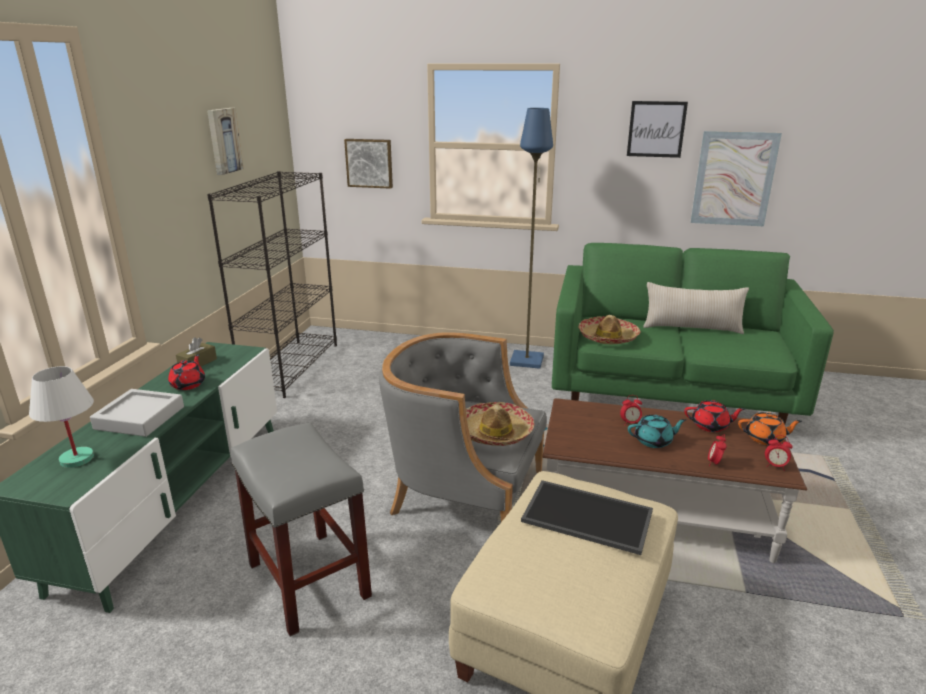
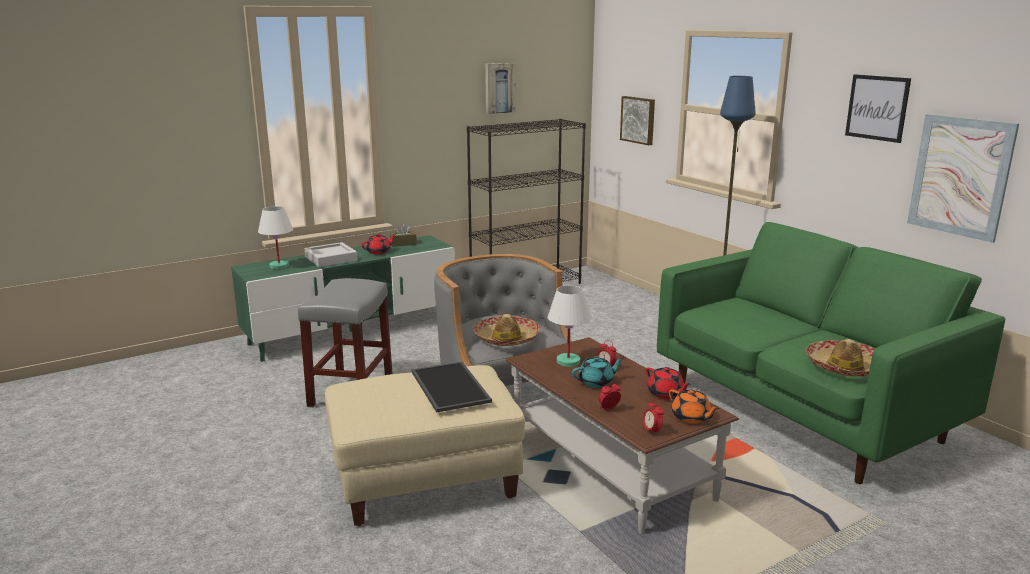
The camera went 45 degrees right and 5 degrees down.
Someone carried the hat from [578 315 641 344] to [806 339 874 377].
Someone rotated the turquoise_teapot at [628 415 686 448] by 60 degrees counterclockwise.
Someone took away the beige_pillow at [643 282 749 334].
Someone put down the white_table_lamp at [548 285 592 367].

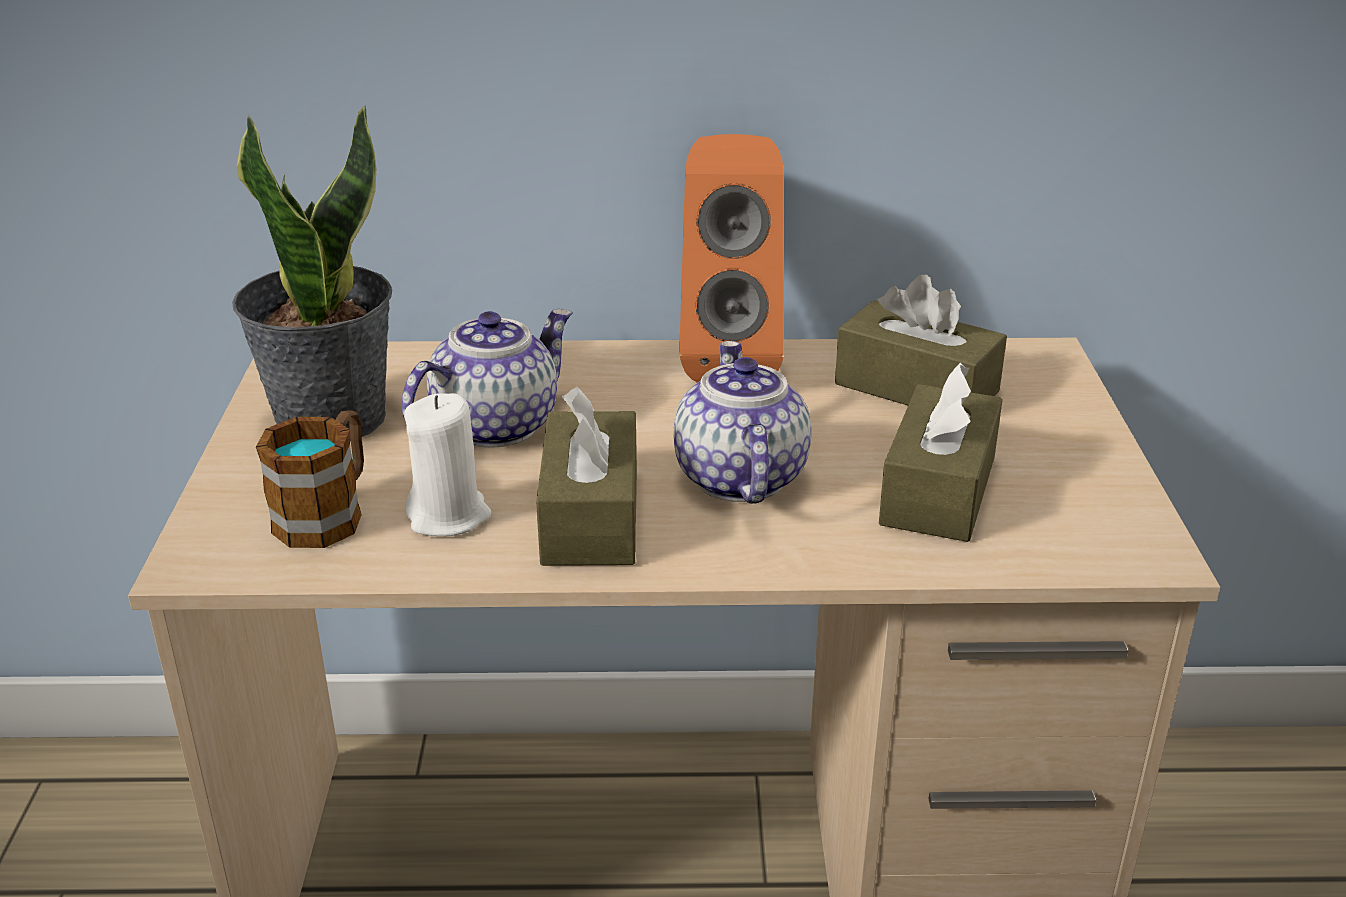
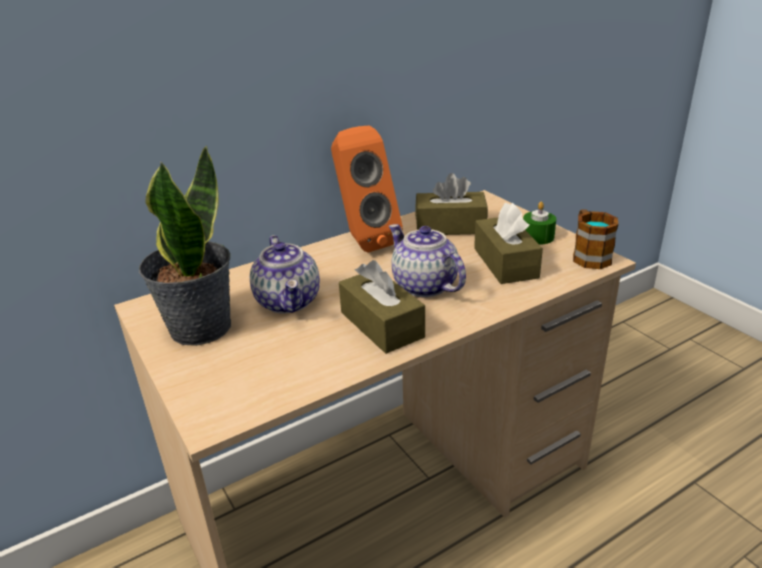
The camera went 30 degrees left and 0 degrees up.
Someone carried the mug from [256 410 364 548] to [573 209 619 269].
Someone rotated the teapot at [402 309 573 447] by 150 degrees clockwise.
Someone took away the white_candle at [404 393 491 536].
Someone put down the green_candle at [523 202 556 245].

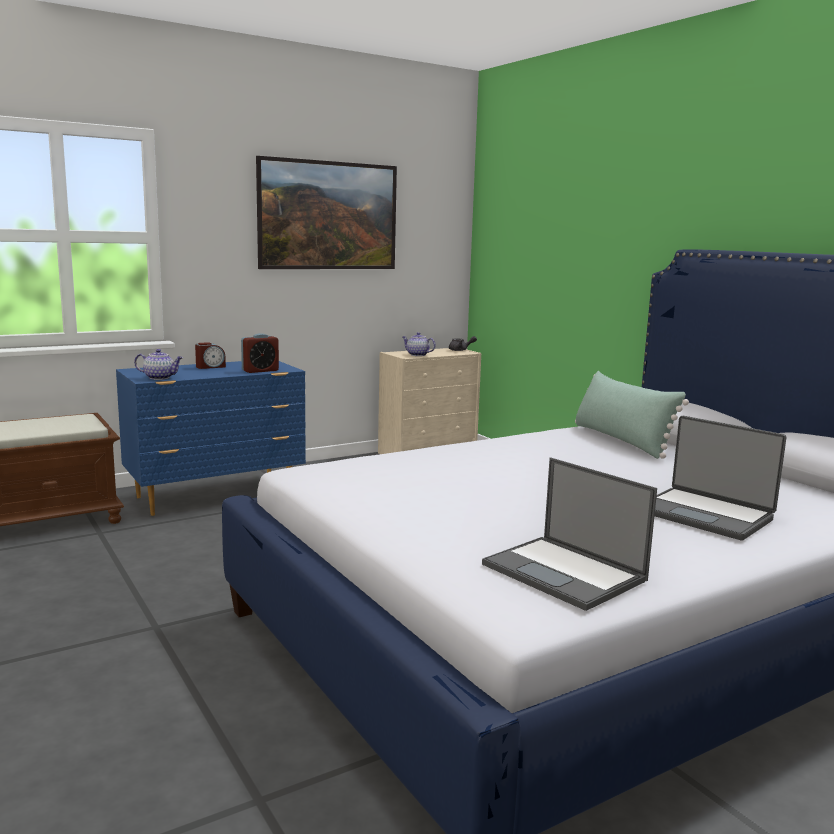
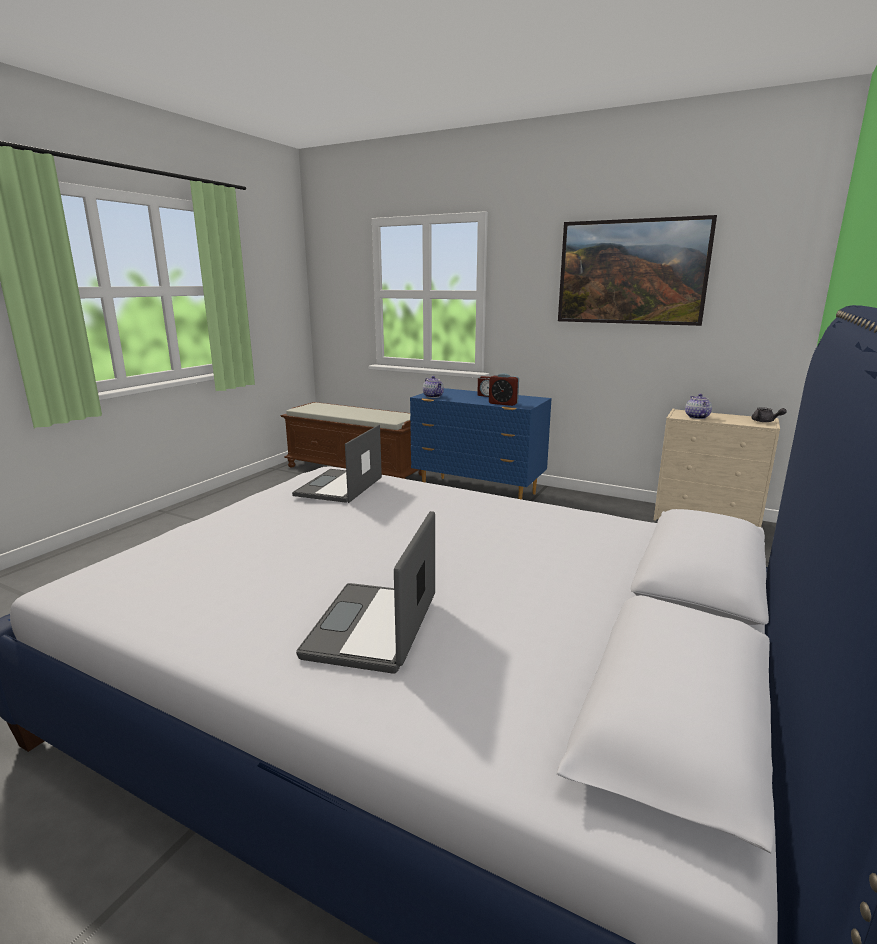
The camera went 60 degrees right and 5 degrees up.
Someone carried the laptop from [482 457 657 611] to [292 425 382 503].
Someone took away the green_pillow at [575 371 689 459].

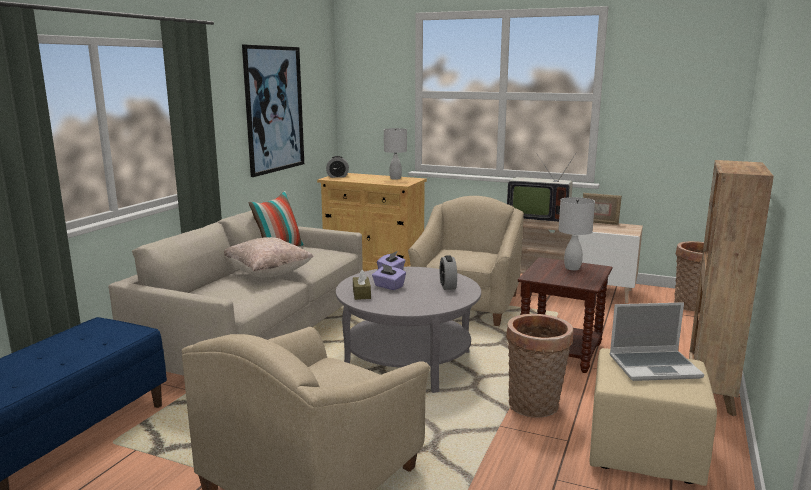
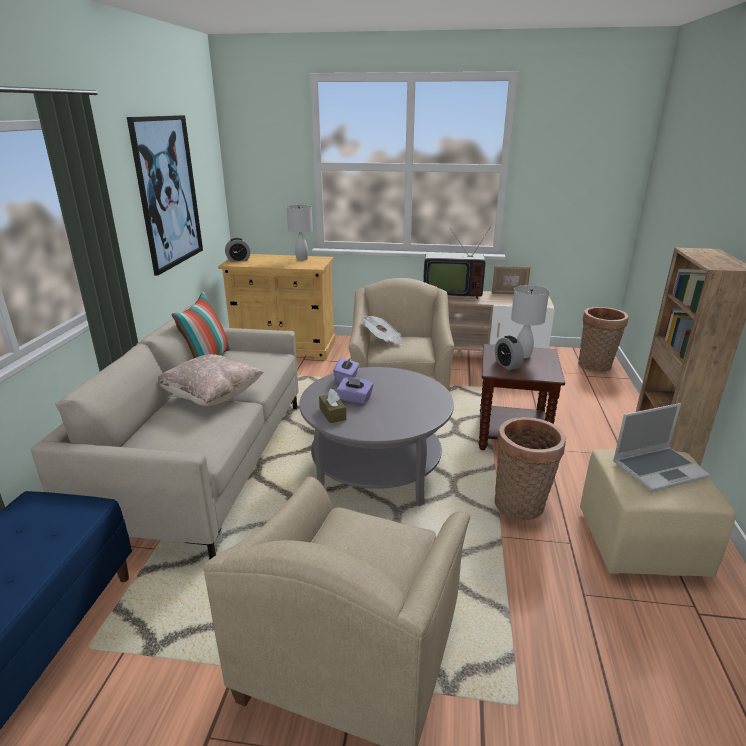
The camera went 15 degrees left and 10 degrees up.
Someone carried the alarm_clock from [440 255 457 290] to [495 336 524 370].
Someone put down the newspaper at [363 315 402 345].

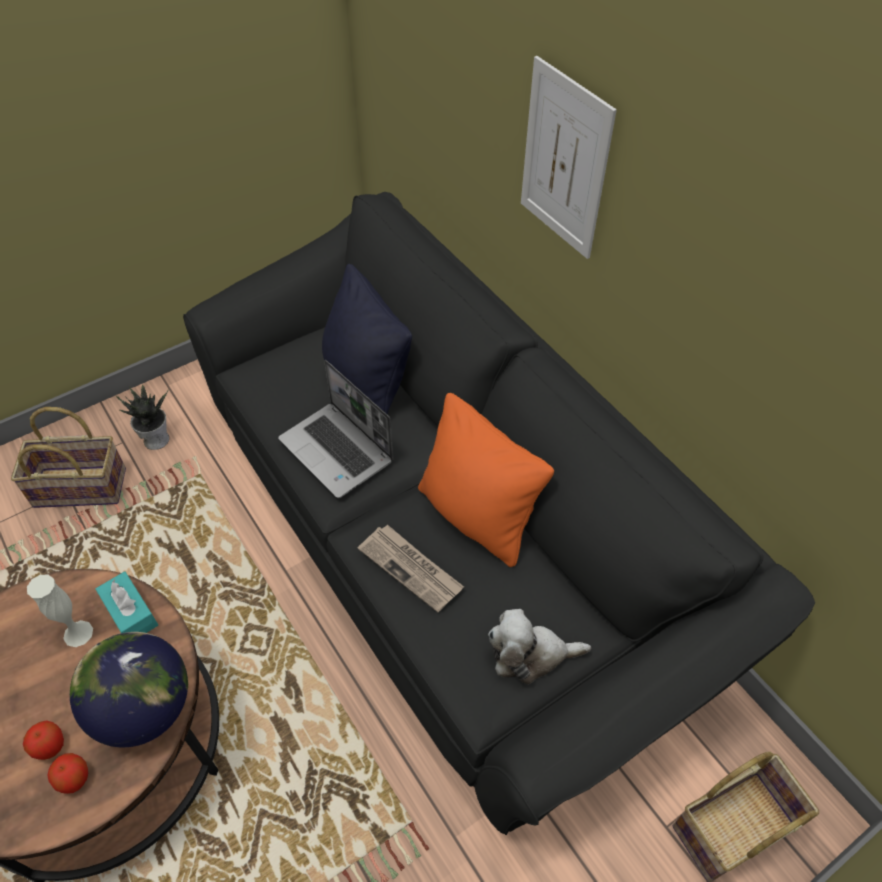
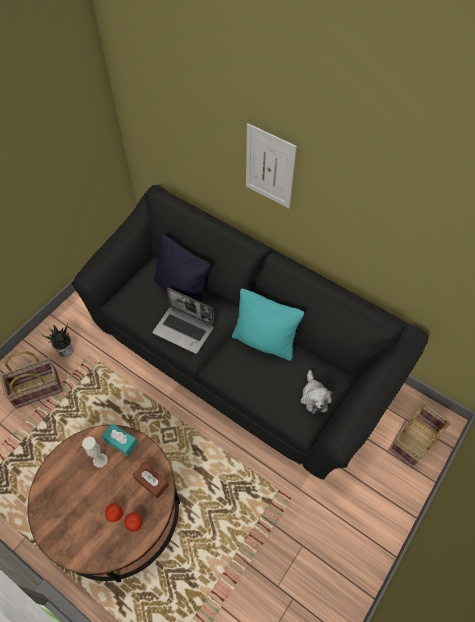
The camera went 20 degrees left and 5 degrees up.
Someone swapped the globe at [70 632 188 747] for the brown_tissue_box at [133 462 169 499].
Someone took away the newspaper at [358 525 464 612].
Someone repainted the orange_pillow at [418 393 554 567], which became the turquoise_pillow at [232 289 304 361].
Someone rotated the plush_toy at [488 609 591 684] by 75 degrees counterclockwise.

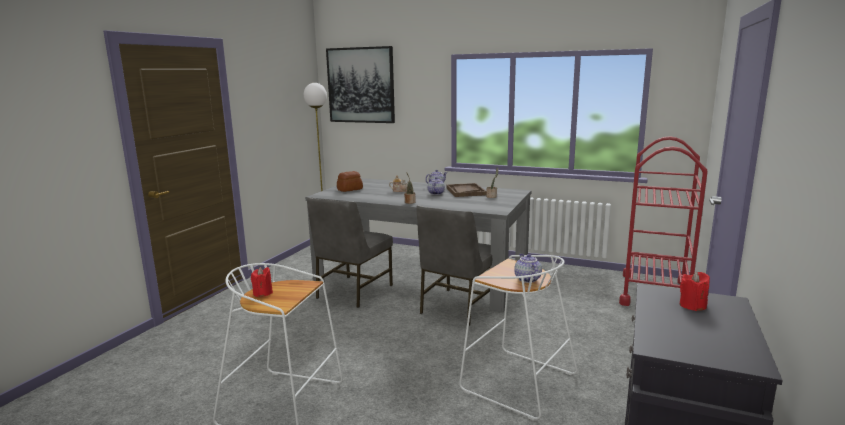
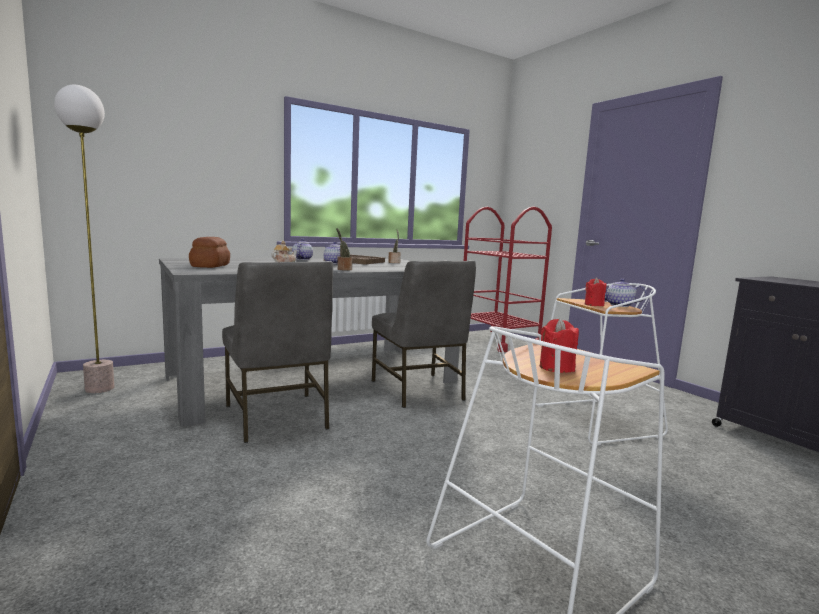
The camera went 55 degrees left and 5 degrees down.
Someone took away the picture at [326 46 395 123].
Someone carried the red_candle from [680 272 710 311] to [585 278 606 306].

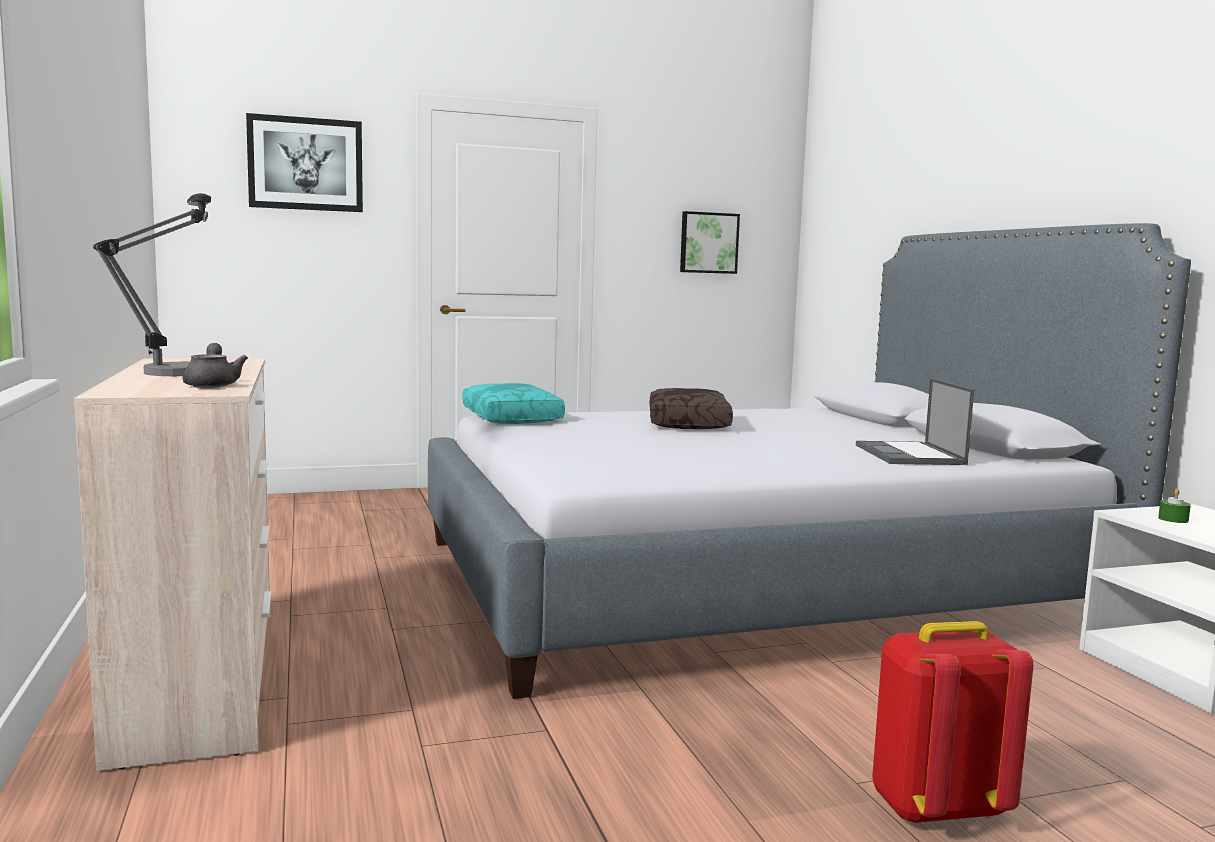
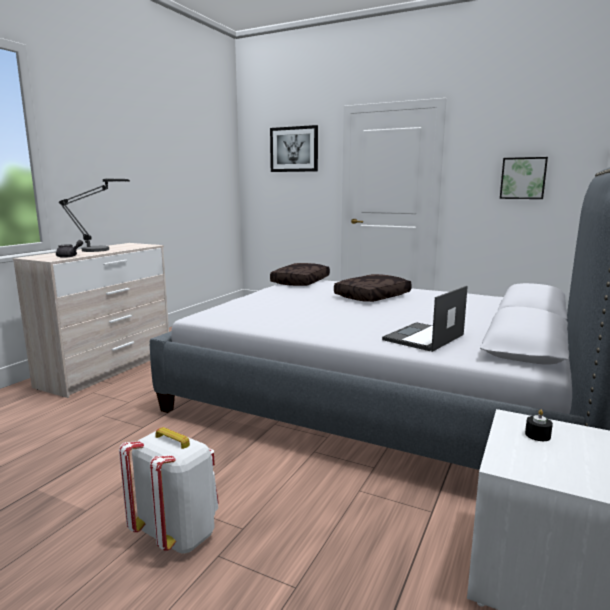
The camera went 45 degrees right and 5 degrees up.
Someone repainted the turquoise_pillow at [462 383 565 424], which became the brown_pillow at [270 263 330 286].
Someone repainted the red_backpack at [872 621 1033 825], which became the white_backpack at [119 427 219 553].
Someone repainted the green_candle at [1158 489 1191 523], which became the black_candle at [525 410 553 441].

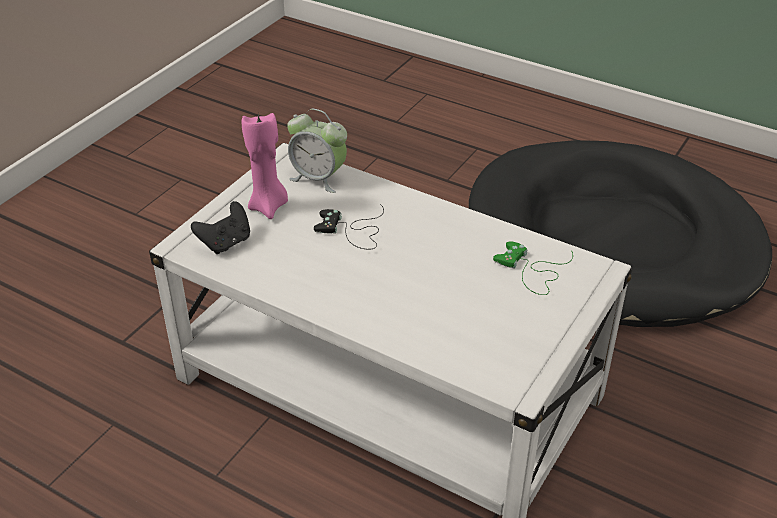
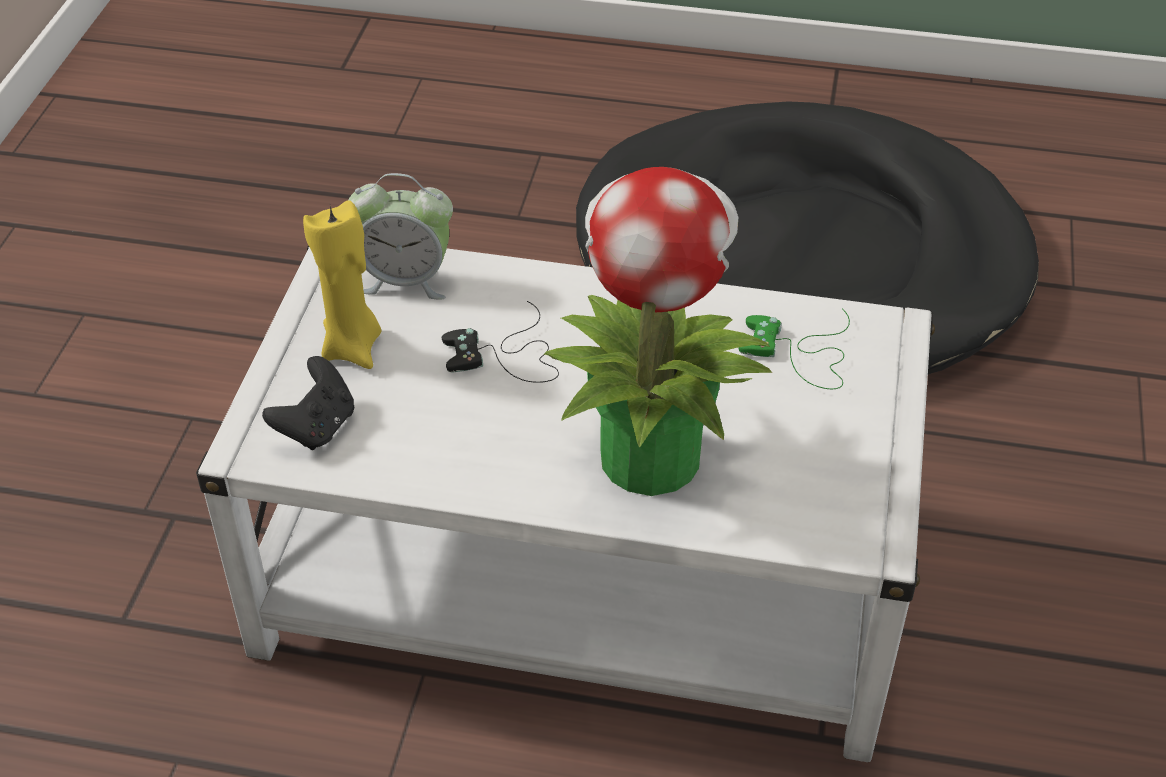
The camera went 20 degrees left and 5 degrees up.
Someone repainted the pink_candle at [242 113 288 219], which became the yellow_candle at [303 200 382 369].
Someone put down the potted_plant at [543 167 772 496].

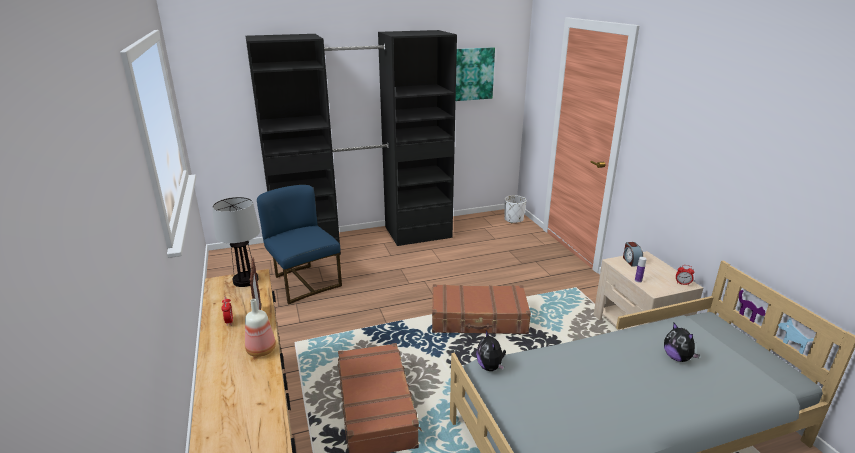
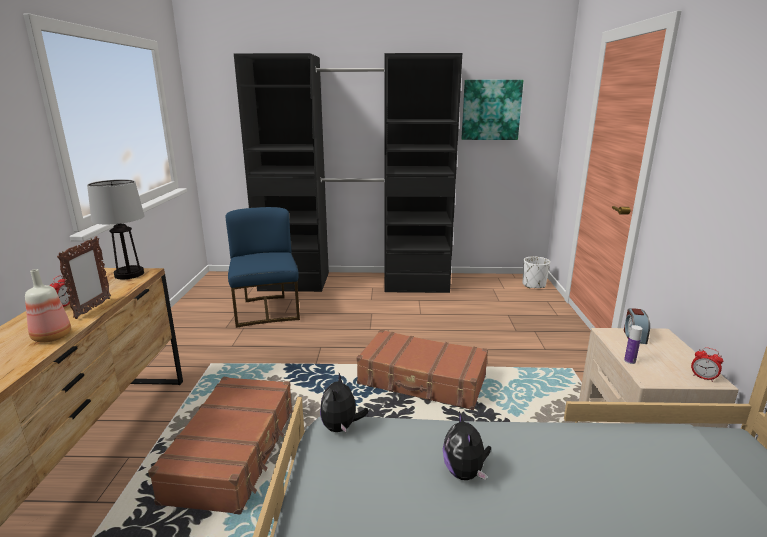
The camera went 20 degrees right and 5 degrees down.
Someone carried the plush_toy from [664 323 700 362] to [443 411 491 480].

